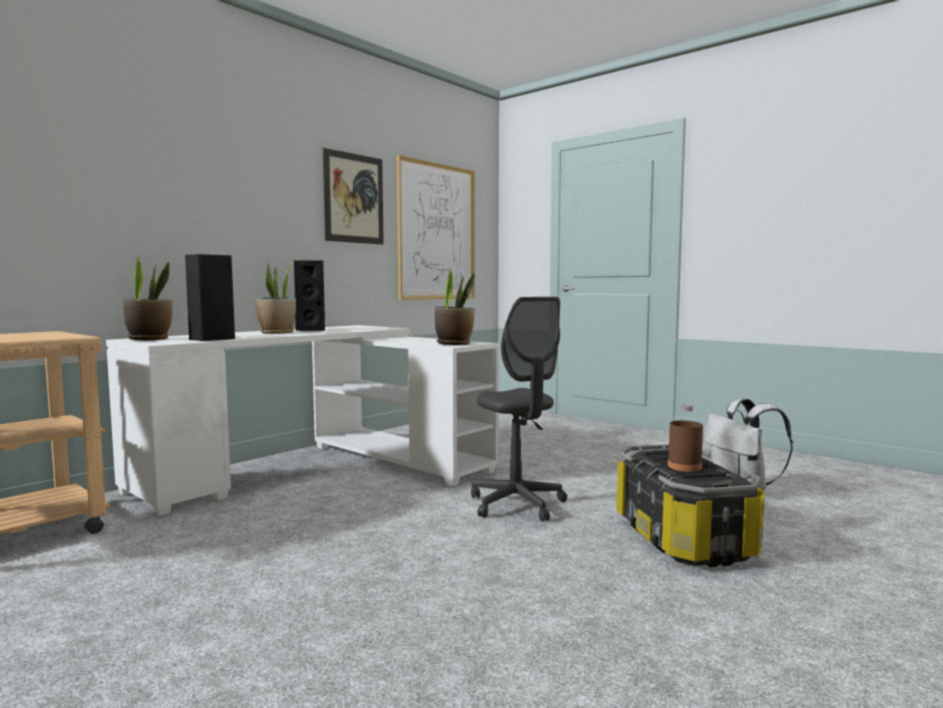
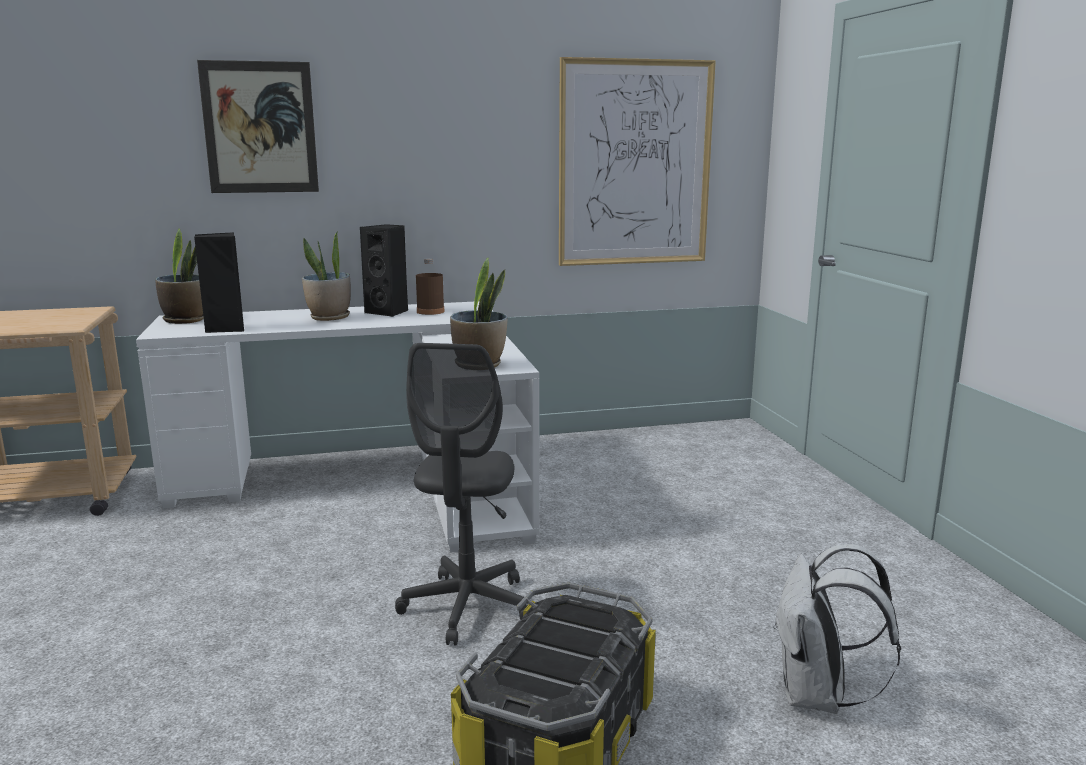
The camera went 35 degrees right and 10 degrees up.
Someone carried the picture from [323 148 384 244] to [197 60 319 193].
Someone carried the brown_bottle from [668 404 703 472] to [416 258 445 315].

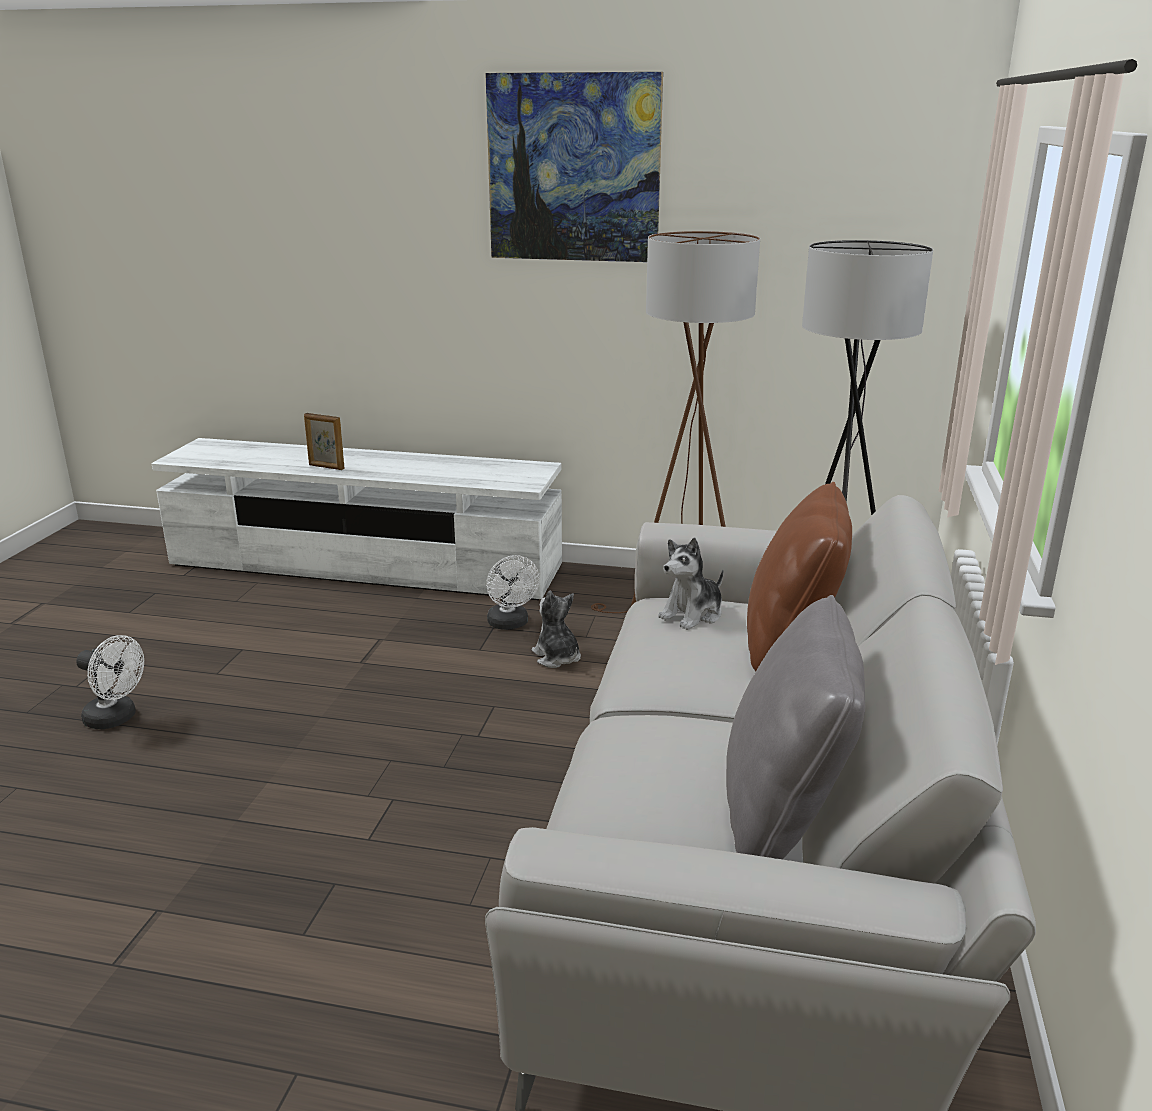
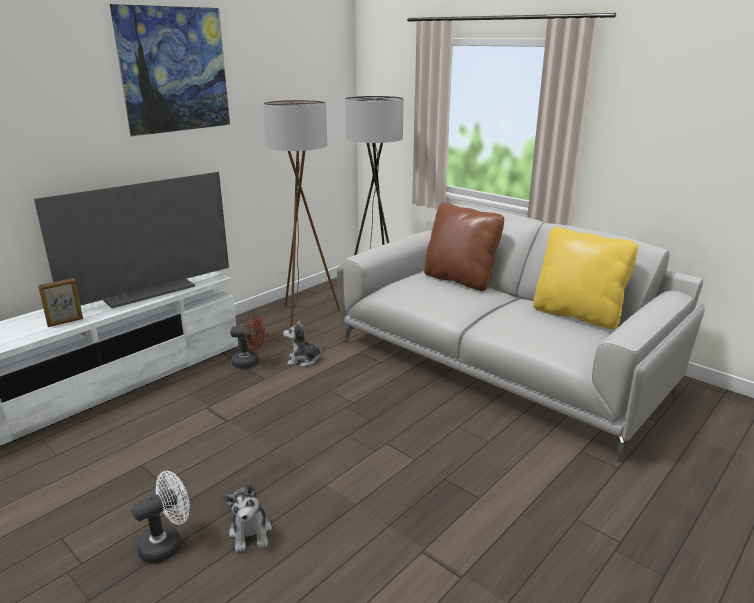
The camera went 60 degrees left and 0 degrees up.
Someone repainted the white_fan at [486 555 540 630], which became the brown_fan at [230 315 265 368].
Someone carried the plush_toy from [658 537 723 630] to [223 483 272 552].
Someone repainted the grey_pillow at [726 595 865 859], which became the yellow_pillow at [533 227 638 329].
Someone put down the television at [34 172 229 308].

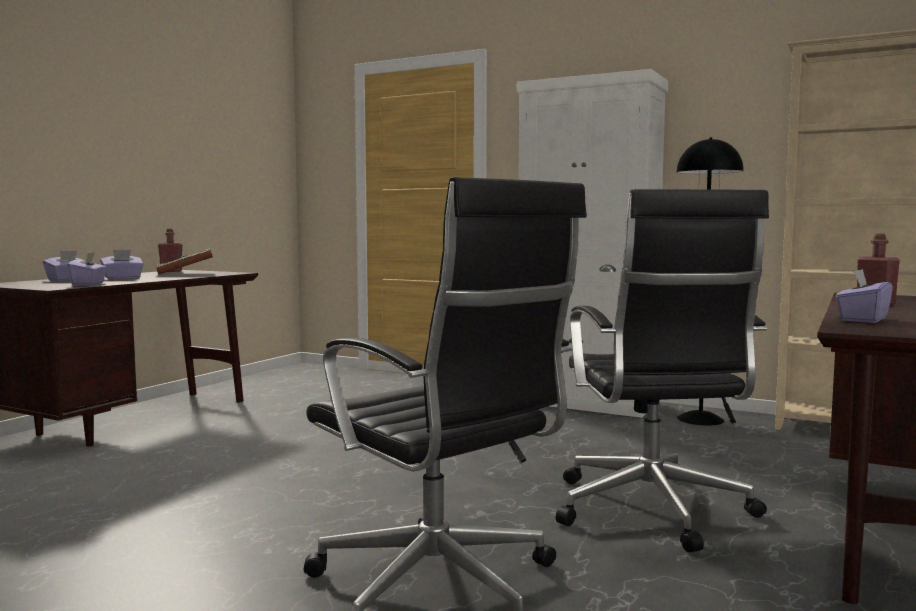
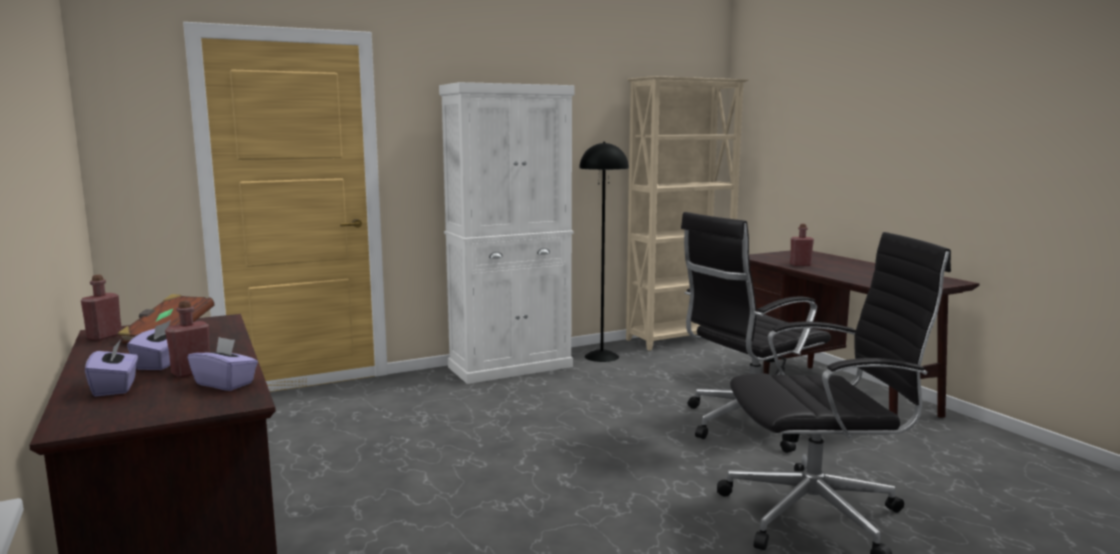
The camera went 55 degrees left and 5 degrees up.
Someone rotated the black_office_chair at [556 189 769 553] by 120 degrees clockwise.
Someone took away the purple_tissue_box at [836 269 893 323].
Someone put down the red_bottle at [165 300 210 378].

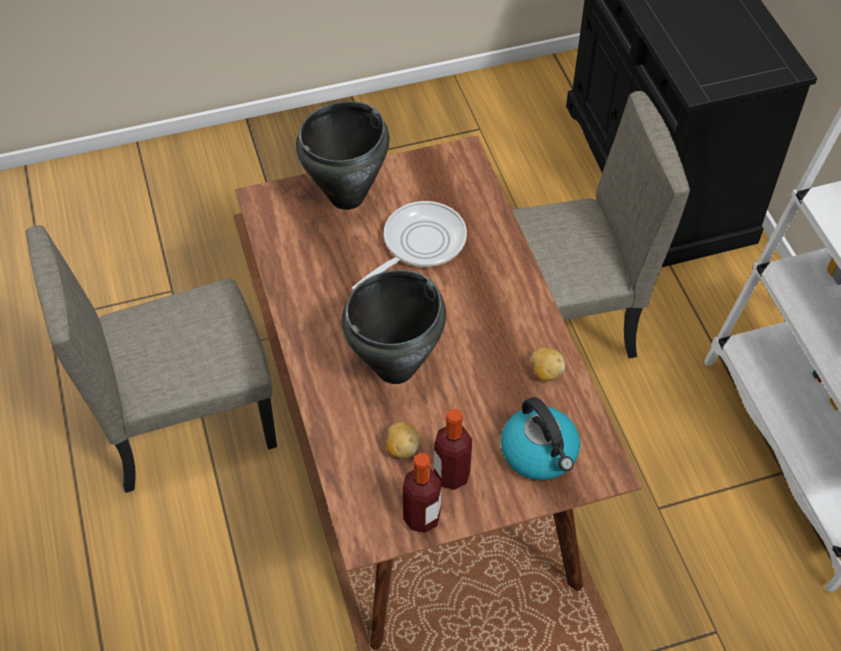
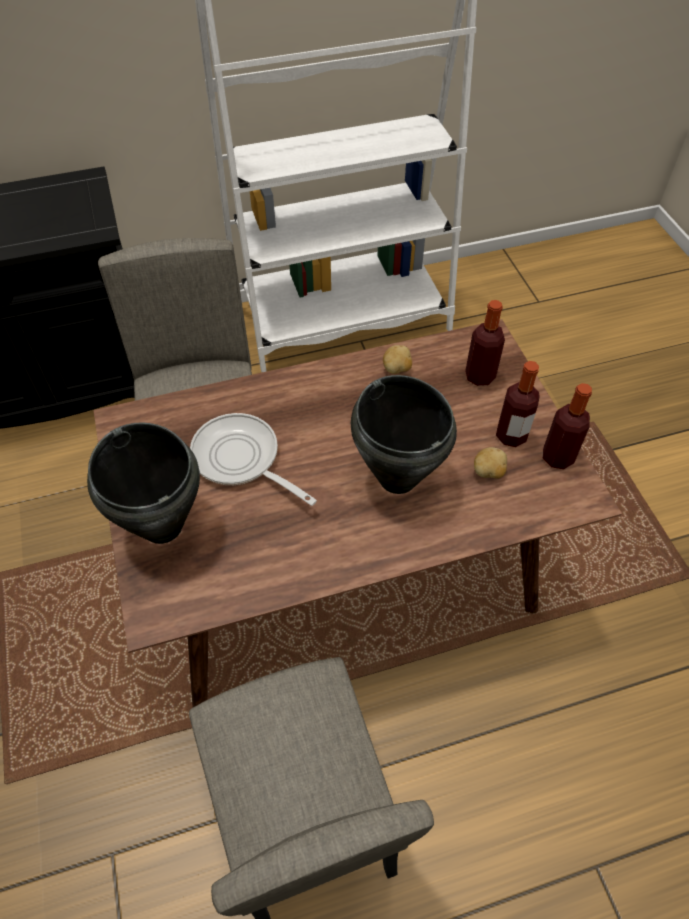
The camera went 90 degrees left and 0 degrees up.
Someone swapped the kettle at [500 397 580 480] for the bottle at [465 300 505 386].

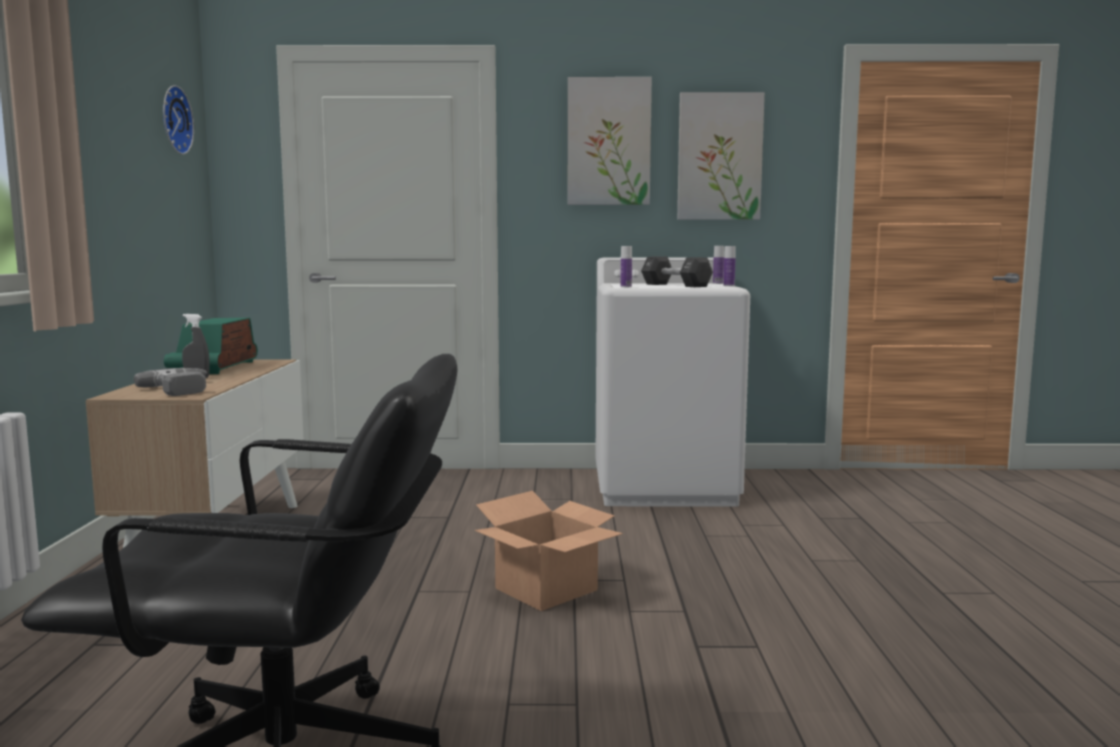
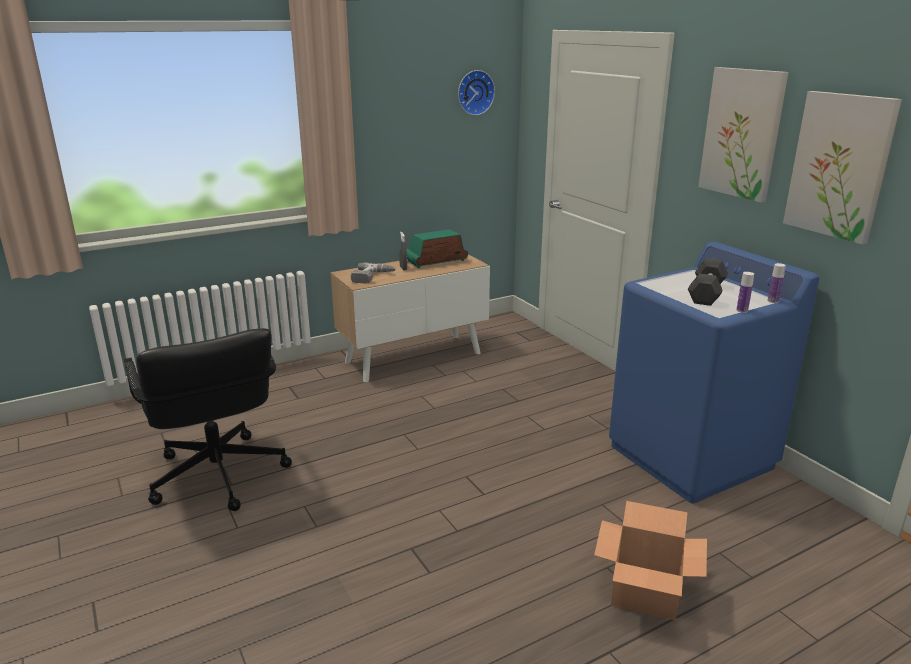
The camera went 60 degrees right and 15 degrees up.
Someone carried the cardboard_box from [475 491 623 611] to [594 501 707 620].
Someone repainted the white_washing_machine at [595 258 750 507], which became the blue_washing_machine at [609 242 819 503].
Someone took away the bottle at [620 246 632 287].

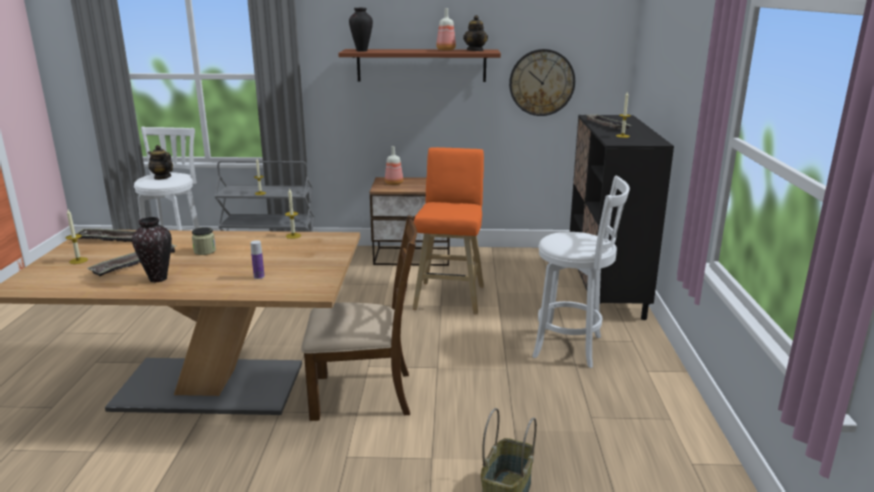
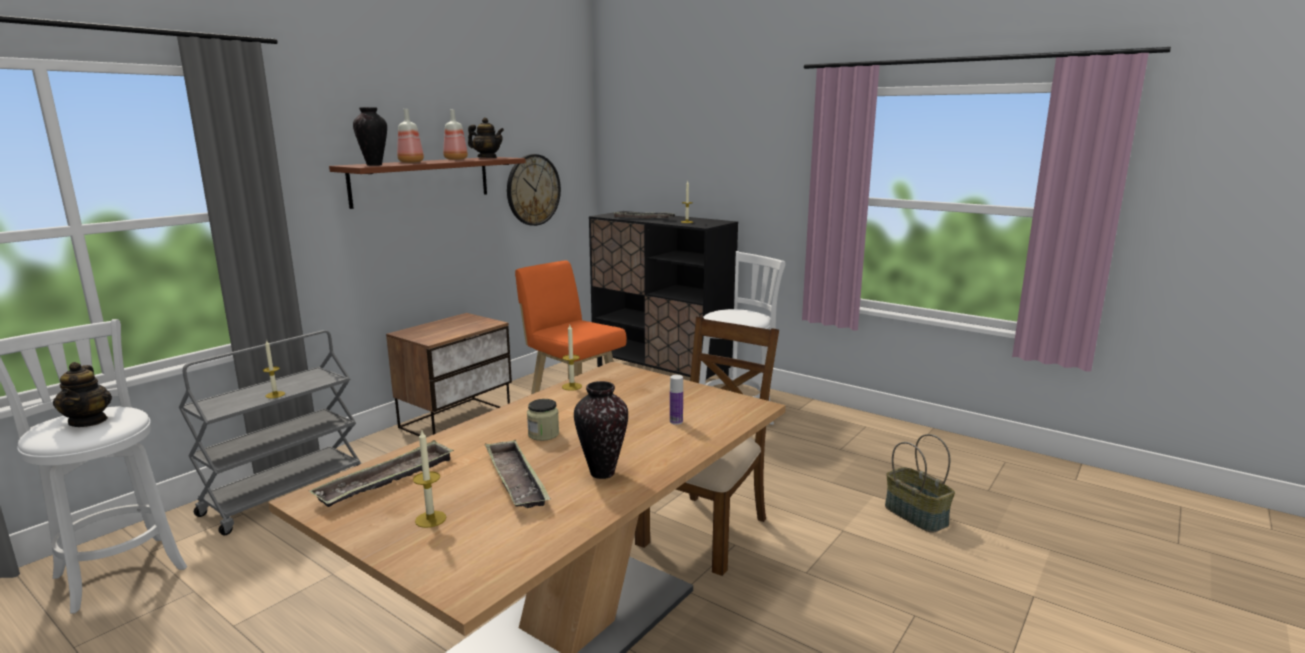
The camera went 55 degrees left and 5 degrees down.
Someone rotated the teapot at [148 145 173 180] by 90 degrees counterclockwise.
Someone carried the bottle from [385 146 403 185] to [397 109 424 163].

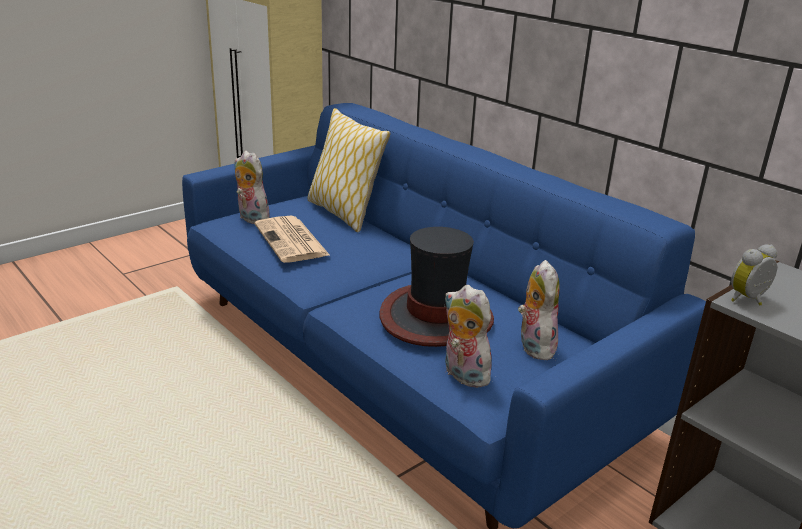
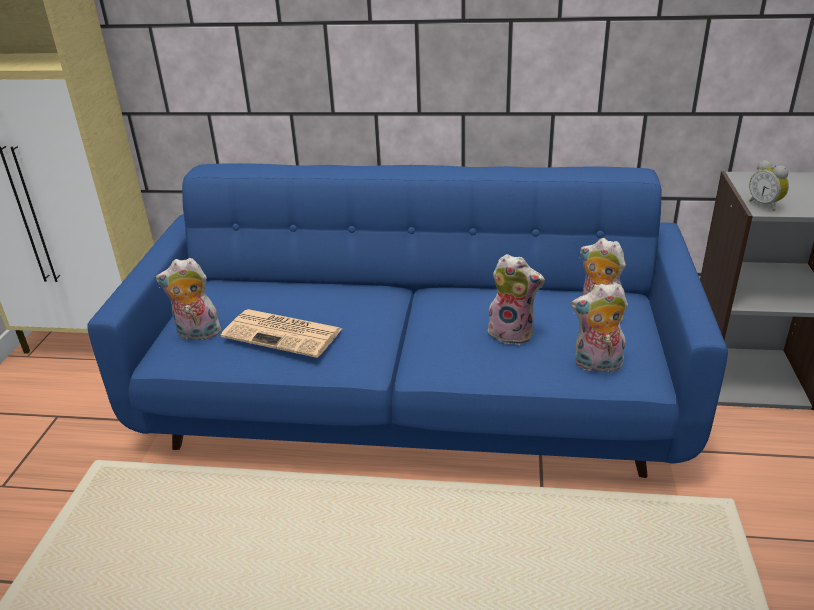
The camera went 40 degrees left and 5 degrees up.
Someone took away the pillow at [307 108 391 232].
Someone swapped the hat at [379 227 494 347] for the plush_toy at [486 254 545 345].
Someone rotated the alarm_clock at [731 244 777 306] by 45 degrees counterclockwise.

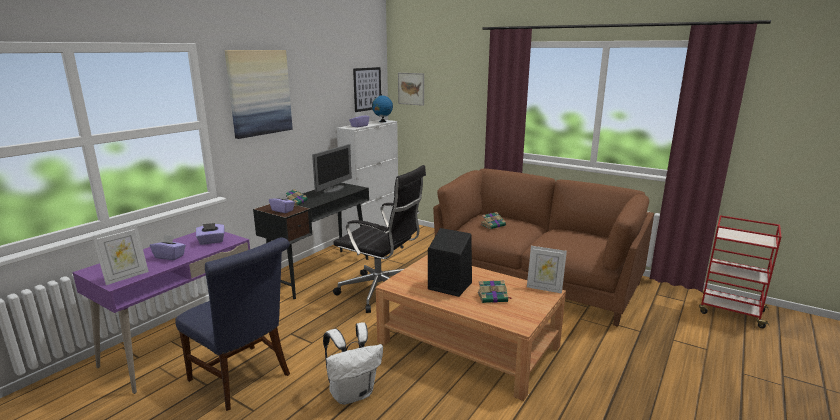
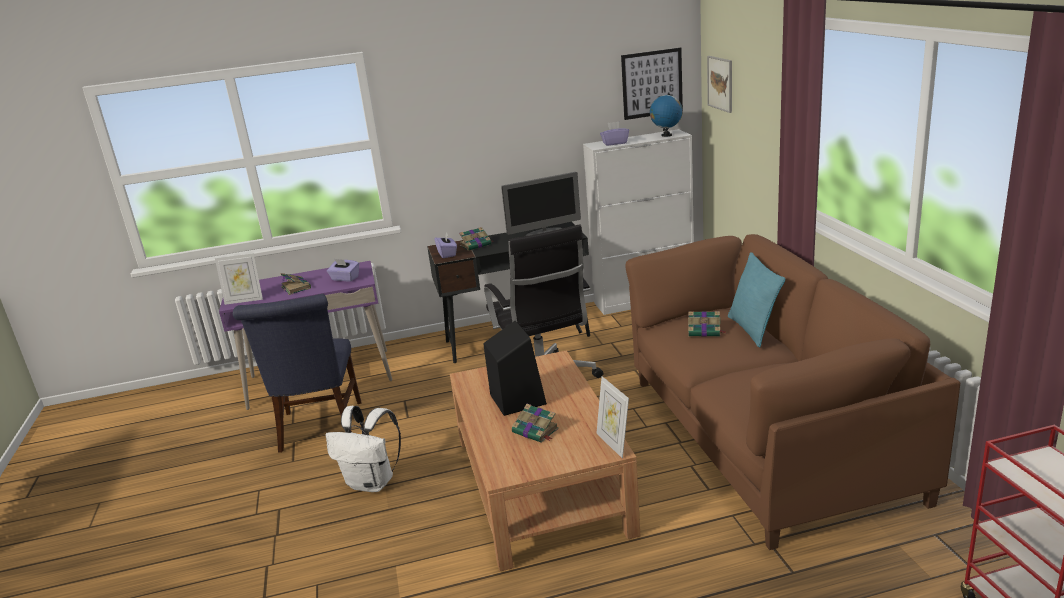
The camera went 45 degrees right and 5 degrees up.
Someone swapped the purple_tissue_box at [150 235 186 260] for the book at [280 273 311 295].
Someone took away the picture at [225 50 293 139].
Someone put down the turquoise_pillow at [728 252 785 348].

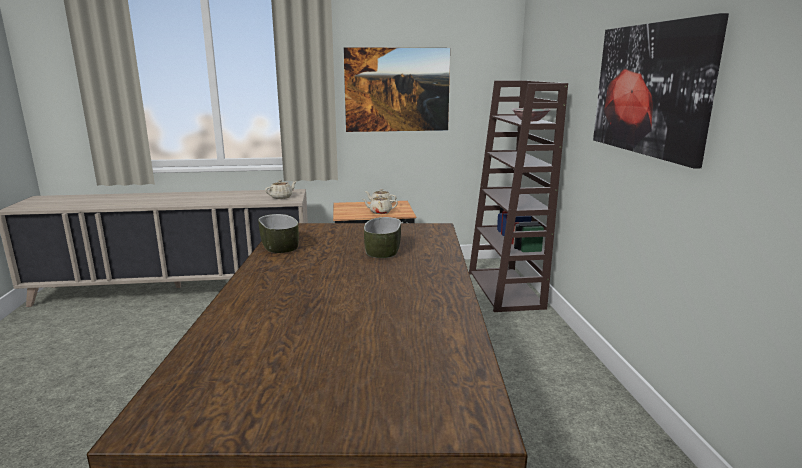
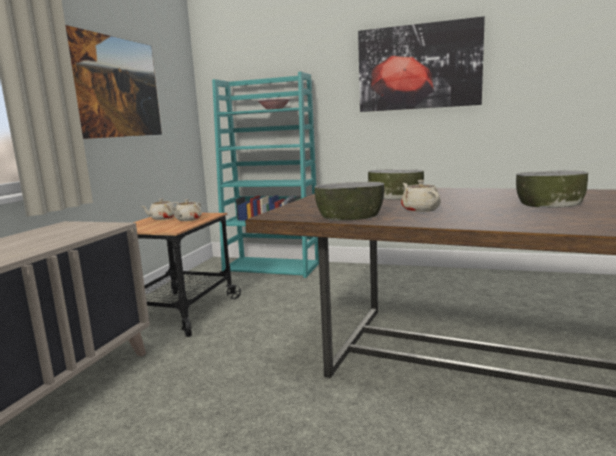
The camera went 65 degrees left and 5 degrees down.
Someone carried the beige_teapot from [265 180 297 199] to [401 180 441 212].
Someone repainted the brown_bookcase at [469 81 568 312], which became the turquoise_bookcase at [212 72 319 278].
Someone put down the bowl at [516 170 588 208].

